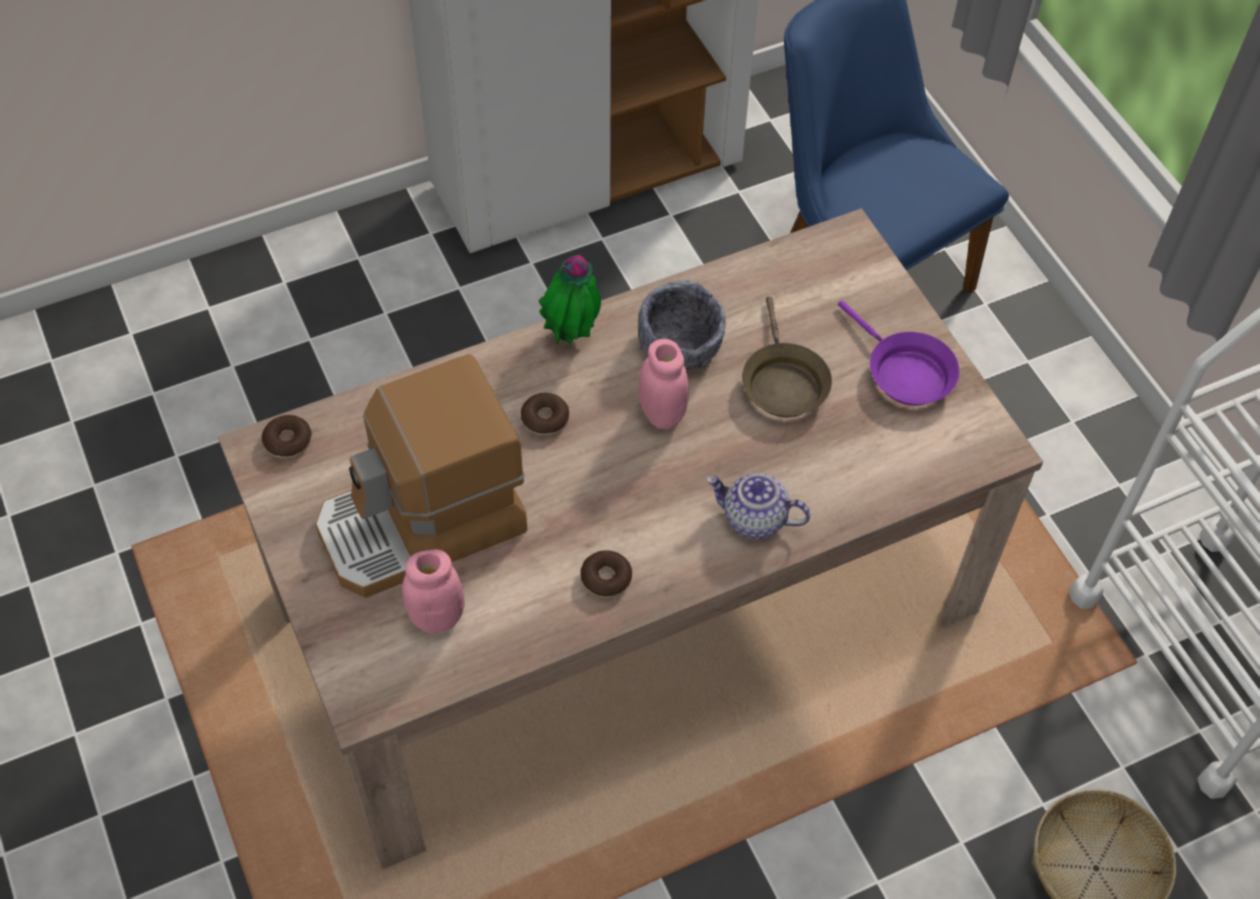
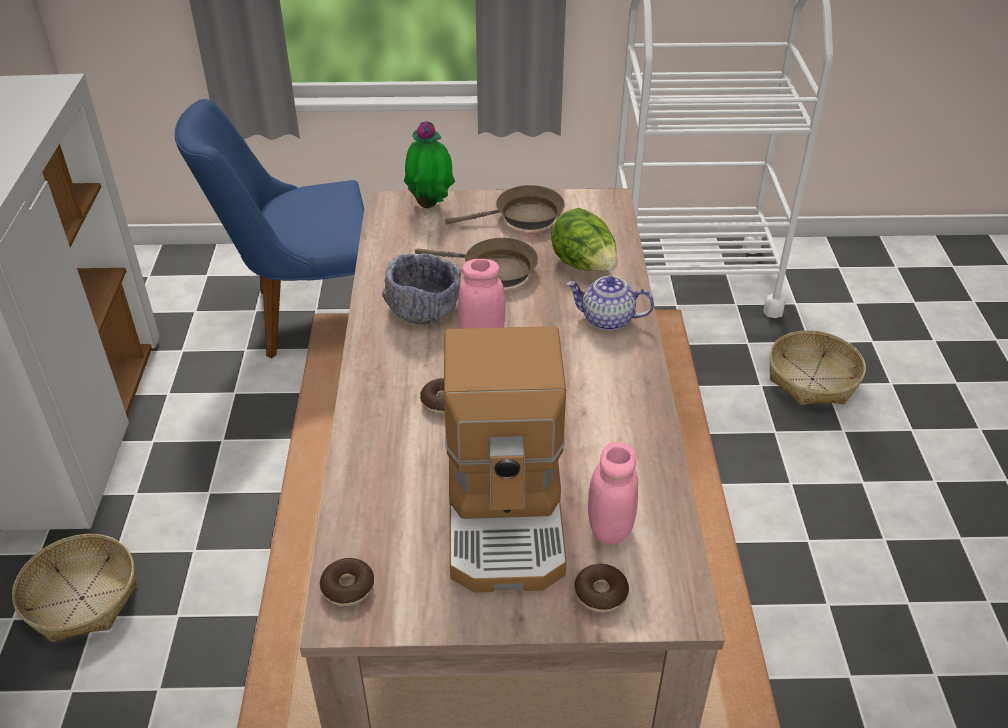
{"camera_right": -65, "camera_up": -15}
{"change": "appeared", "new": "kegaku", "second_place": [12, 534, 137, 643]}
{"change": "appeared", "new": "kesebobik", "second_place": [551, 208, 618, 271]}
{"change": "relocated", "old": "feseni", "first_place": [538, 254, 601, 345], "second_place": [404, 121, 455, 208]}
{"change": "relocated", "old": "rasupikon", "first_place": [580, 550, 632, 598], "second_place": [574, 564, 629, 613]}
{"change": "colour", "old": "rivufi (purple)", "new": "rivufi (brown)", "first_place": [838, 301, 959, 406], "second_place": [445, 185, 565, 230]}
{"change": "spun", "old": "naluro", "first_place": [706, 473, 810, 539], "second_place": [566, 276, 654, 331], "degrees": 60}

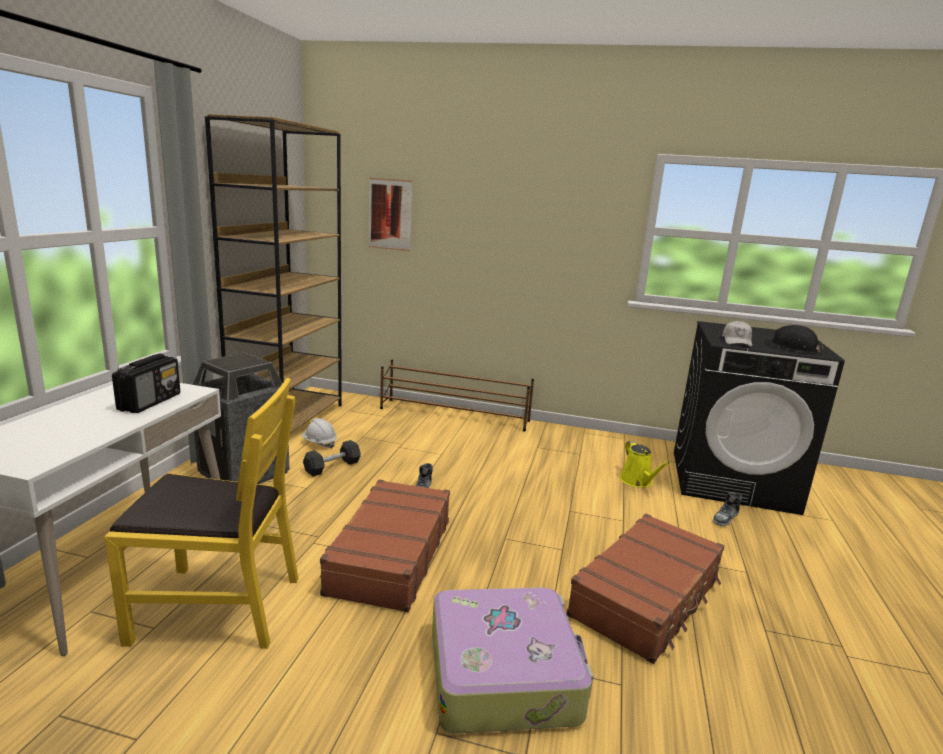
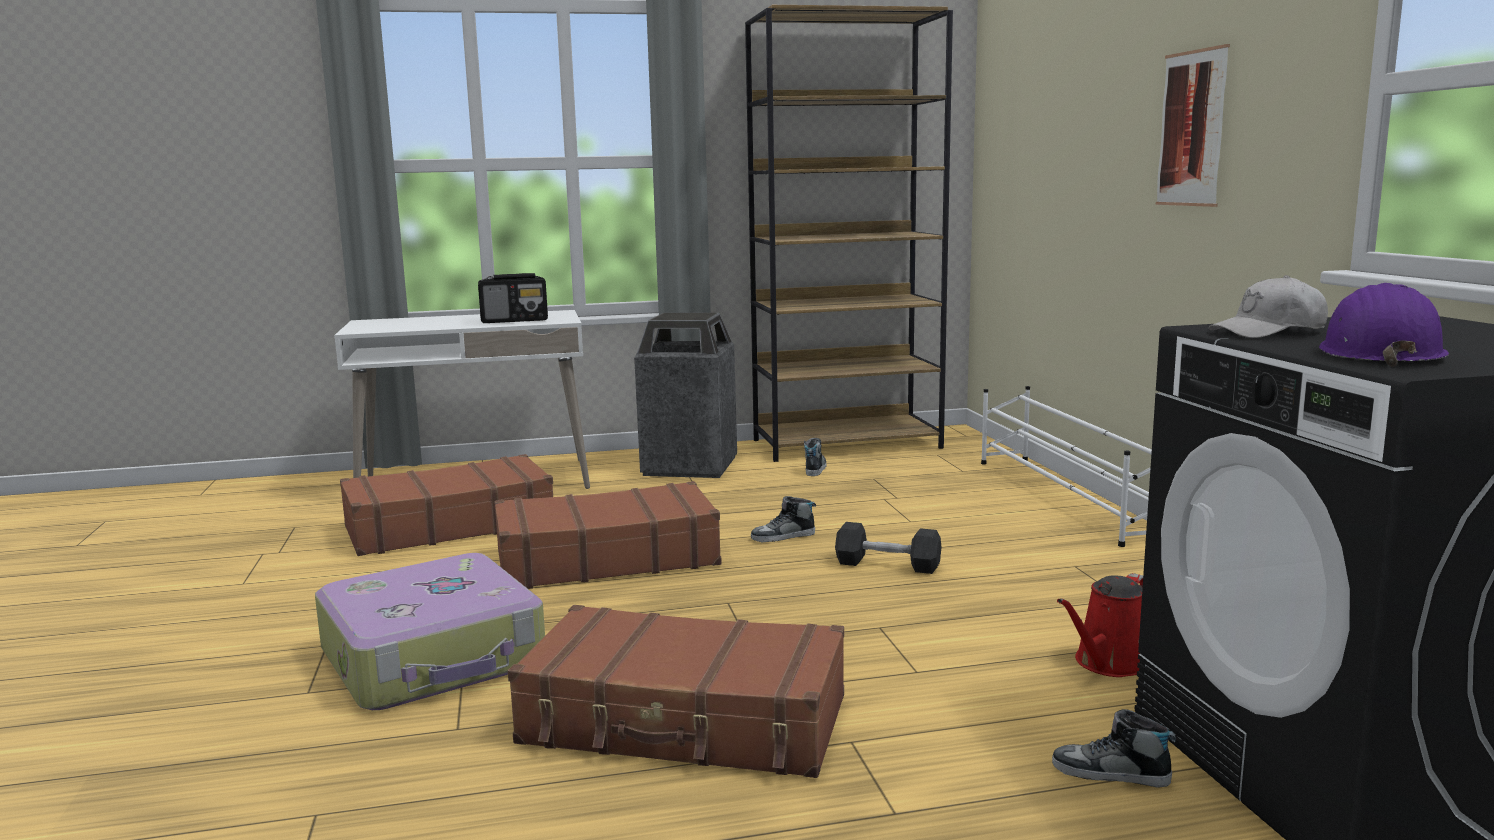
{"camera_right": 65, "camera_up": -5}
{"change": "relocated", "old": "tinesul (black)", "first_place": [303, 440, 361, 476], "second_place": [835, 522, 941, 574]}
{"change": "relocated", "old": "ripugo", "first_place": [369, 178, 412, 251], "second_place": [1156, 44, 1230, 207]}
{"change": "exchanged", "old": "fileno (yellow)", "new": "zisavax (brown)", "first_place": [105, 378, 298, 649], "second_place": [340, 454, 553, 556]}
{"change": "exchanged", "old": "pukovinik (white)", "new": "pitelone", "first_place": [301, 418, 337, 449], "second_place": [804, 438, 826, 476]}
{"change": "colour", "old": "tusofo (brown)", "new": "tusofo (white)", "first_place": [380, 360, 534, 431], "second_place": [981, 386, 1152, 547]}
{"change": "colour", "old": "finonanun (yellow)", "new": "finonanun (red)", "first_place": [620, 441, 670, 487], "second_place": [1057, 573, 1143, 677]}
{"change": "colour", "old": "pukovinik (black)", "new": "pukovinik (purple)", "first_place": [763, 325, 824, 354], "second_place": [1319, 283, 1449, 367]}

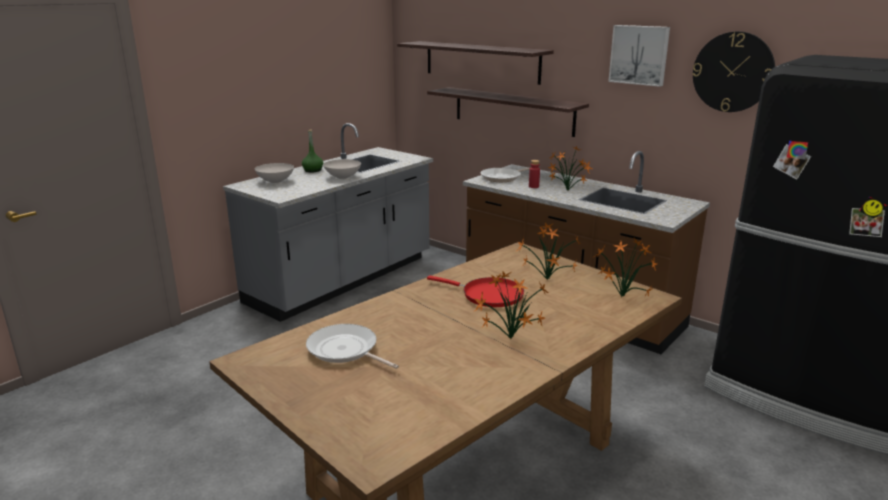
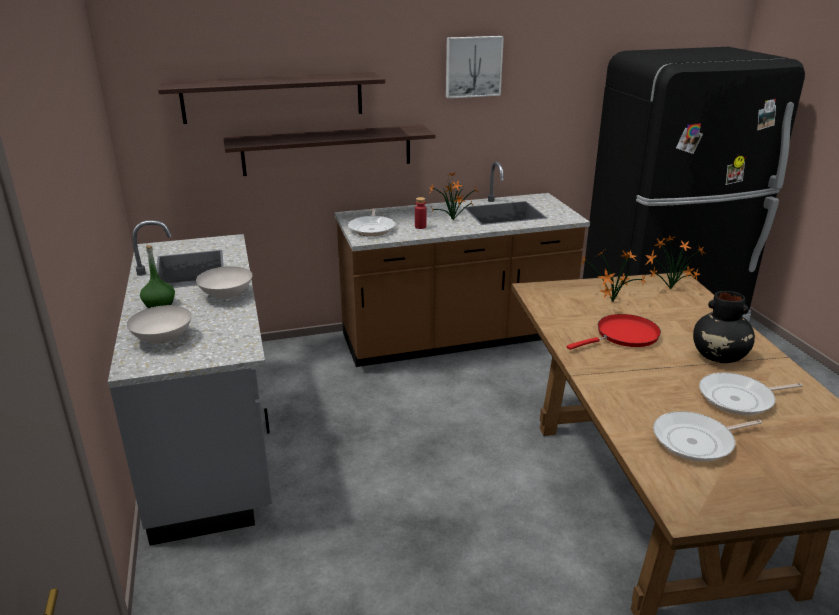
{"camera_right": -55, "camera_up": 5}
{"change": "missing", "old": "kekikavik", "first_place": [692, 31, 775, 112]}
{"change": "appeared", "new": "rivufi", "second_place": [699, 373, 803, 415]}
{"change": "exchanged", "old": "feseni", "new": "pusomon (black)", "first_place": [474, 272, 549, 339], "second_place": [693, 291, 755, 363]}

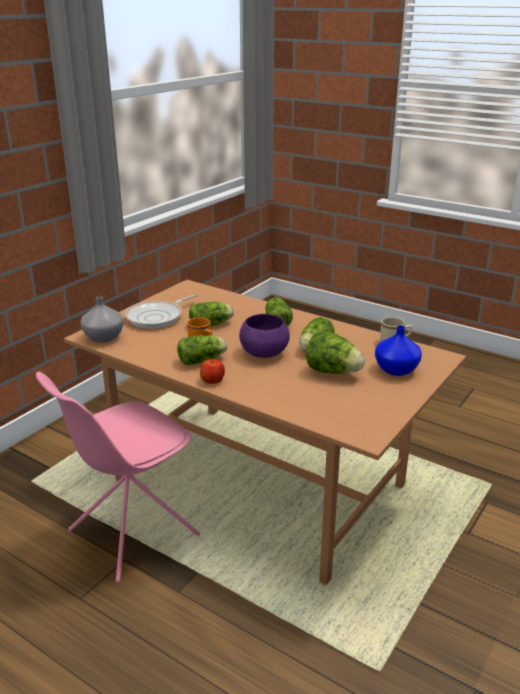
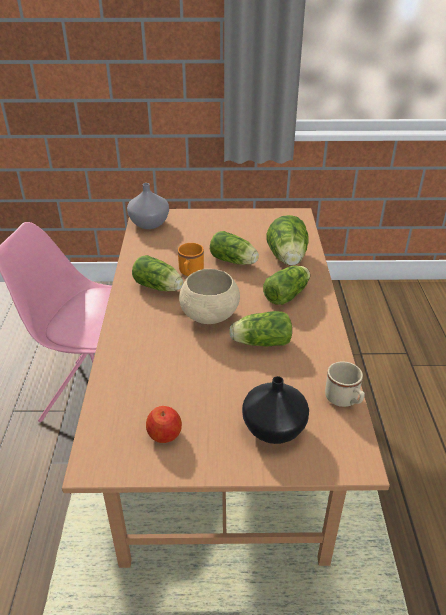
{"camera_right": 55, "camera_up": 10}
{"change": "missing", "old": "rivufi", "first_place": [125, 294, 198, 329]}
{"change": "relocated", "old": "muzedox", "first_place": [200, 358, 225, 384], "second_place": [146, 406, 182, 443]}
{"change": "relocated", "old": "kesebobik", "first_place": [306, 330, 365, 374], "second_place": [266, 215, 309, 266]}
{"change": "colour", "old": "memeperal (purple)", "new": "memeperal (beige)", "first_place": [239, 314, 290, 358], "second_place": [179, 269, 240, 324]}
{"change": "colour", "old": "pusomon (blue)", "new": "pusomon (black)", "first_place": [375, 326, 422, 376], "second_place": [242, 376, 309, 444]}

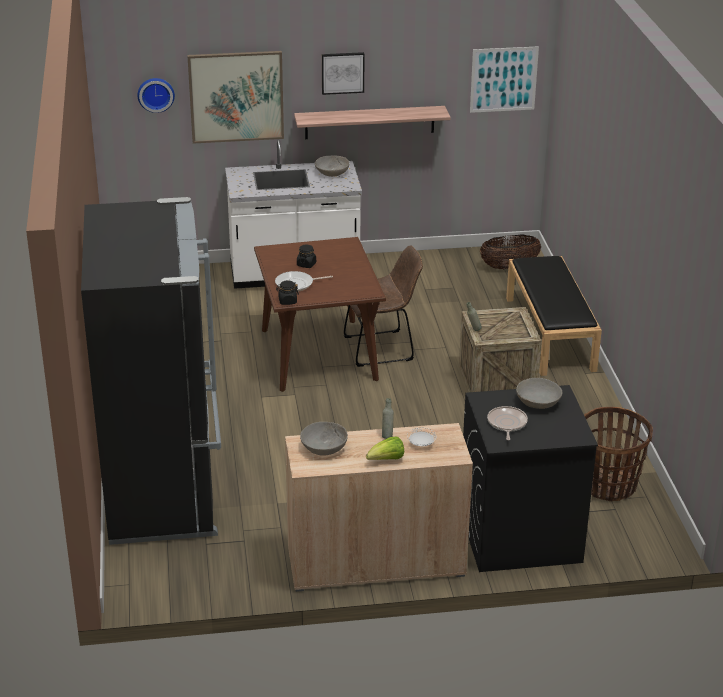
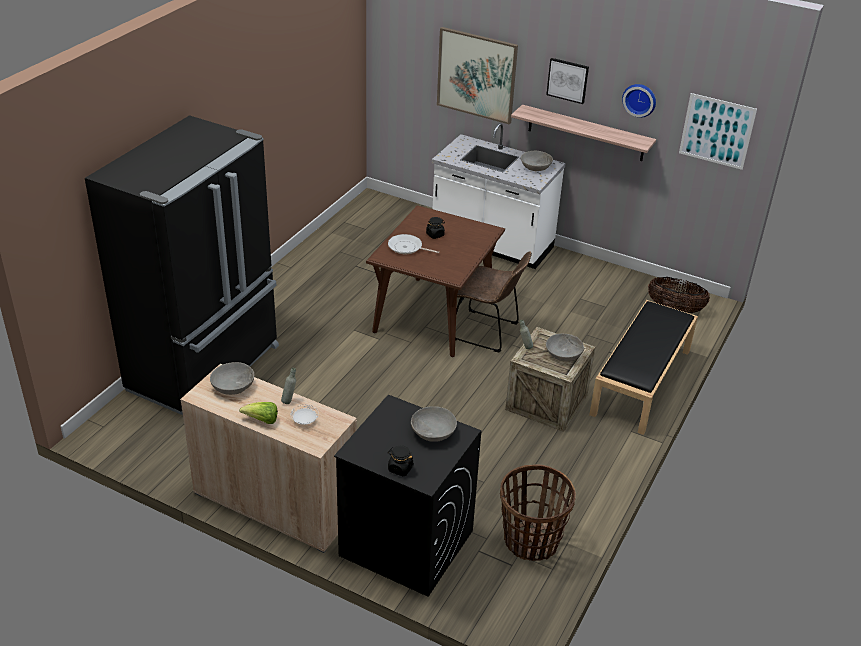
{"camera_right": 35, "camera_up": 5}
{"change": "missing", "old": "rivufi", "first_place": [487, 406, 528, 440]}
{"change": "appeared", "new": "memeperal (grey)", "second_place": [546, 334, 584, 362]}
{"change": "relocated", "old": "kekikavik", "first_place": [137, 78, 175, 113], "second_place": [622, 84, 656, 118]}
{"change": "relocated", "old": "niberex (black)", "first_place": [276, 280, 299, 305], "second_place": [388, 445, 414, 476]}

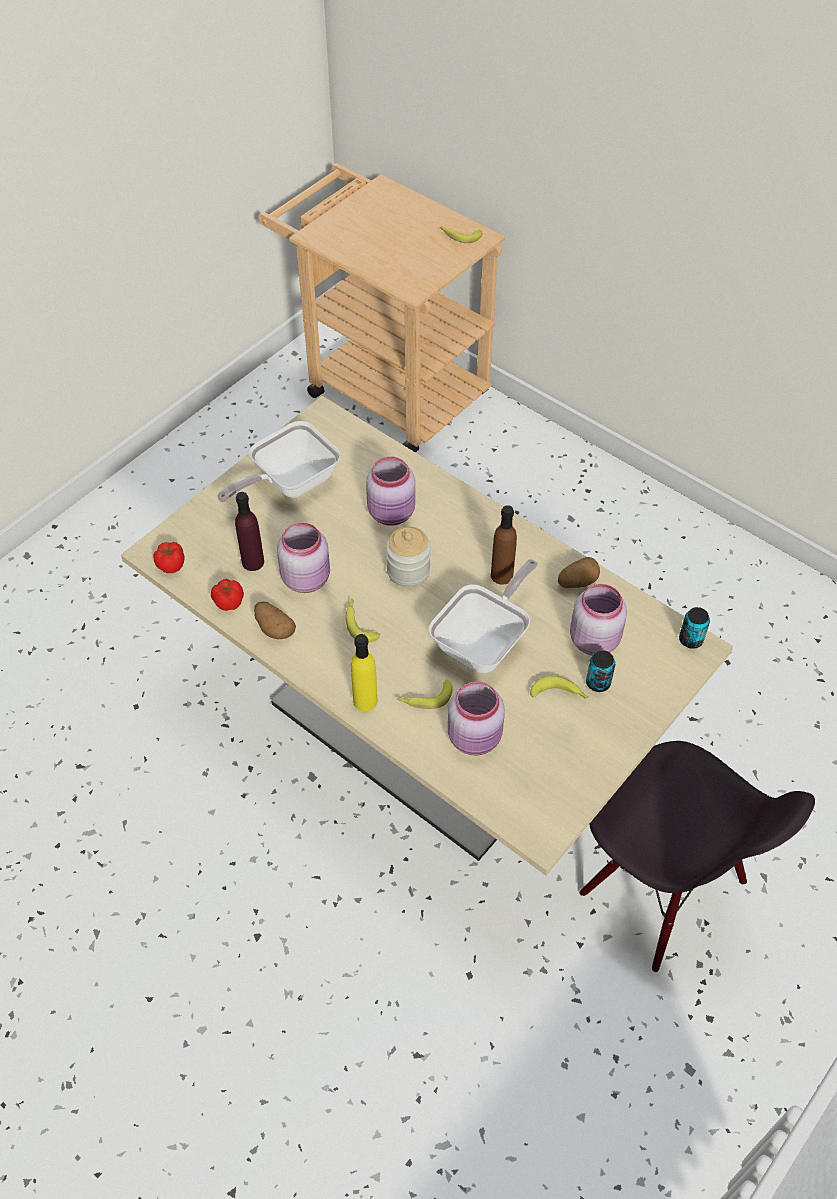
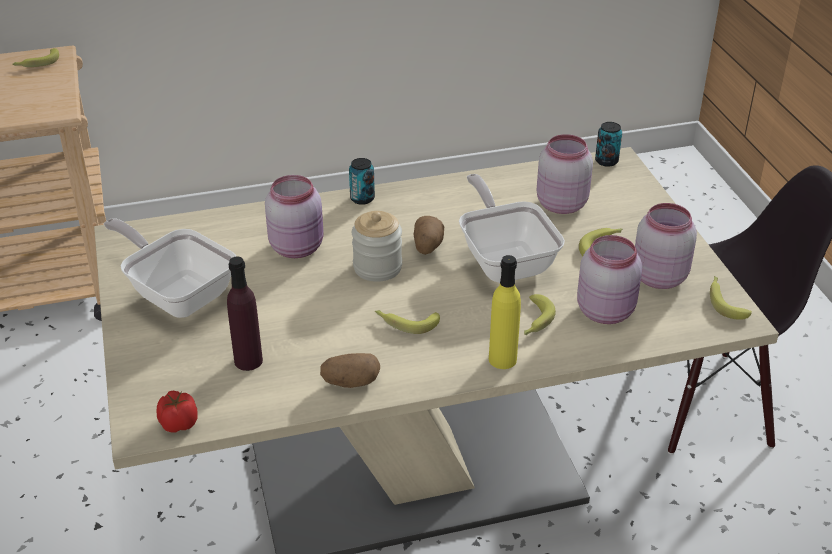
{"camera_right": -55, "camera_up": -15}
{"change": "missing", "old": "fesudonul", "first_place": [211, 579, 244, 611]}
{"change": "missing", "old": "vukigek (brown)", "first_place": [491, 505, 517, 585]}
{"change": "appeared", "new": "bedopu", "second_place": [710, 276, 752, 320]}
{"change": "relocated", "old": "niberex (pink)", "first_place": [277, 522, 330, 593], "second_place": [635, 203, 697, 289]}
{"change": "relocated", "old": "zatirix", "first_place": [558, 557, 600, 588], "second_place": [413, 216, 444, 255]}
{"change": "relocated", "old": "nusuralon", "first_place": [586, 650, 615, 692], "second_place": [349, 158, 375, 205]}
{"change": "spun", "old": "rivufi", "first_place": [217, 421, 341, 503], "second_place": [104, 218, 236, 318], "degrees": 135}

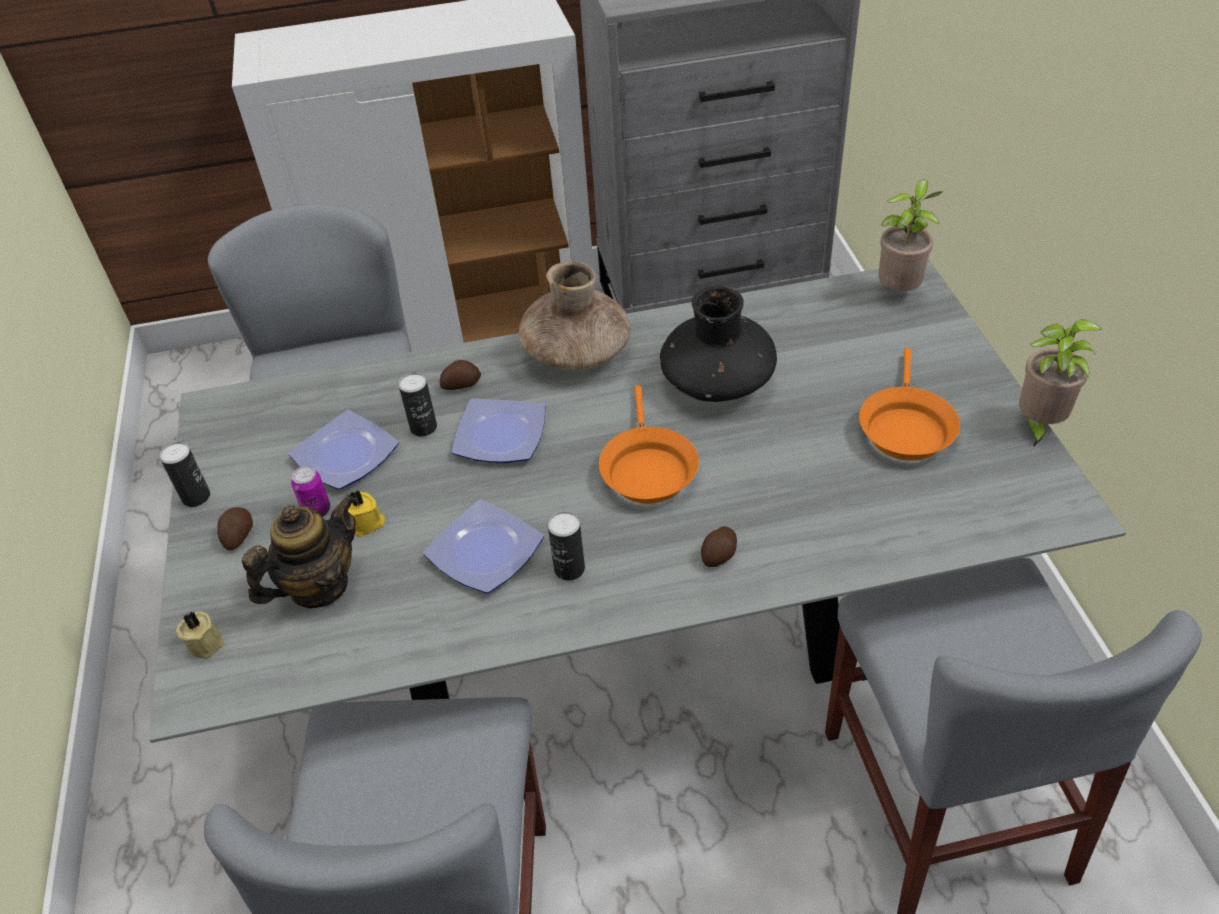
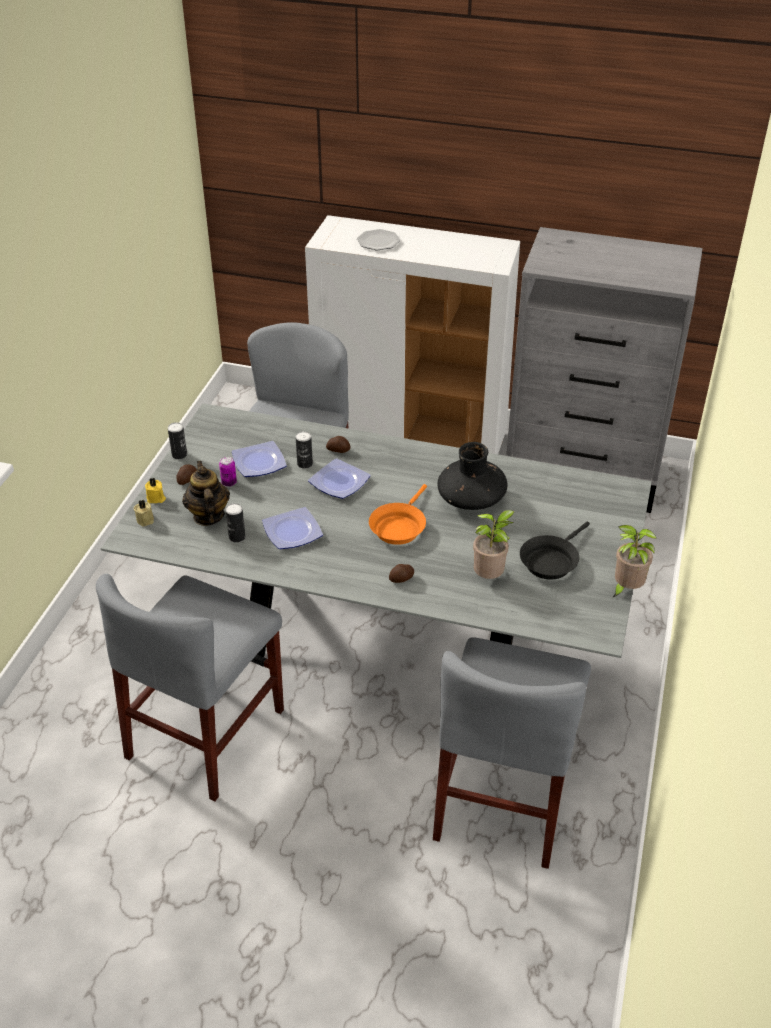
{"camera_right": 25, "camera_up": -5}
{"change": "missing", "old": "pusomon (brown)", "first_place": [518, 261, 631, 371]}
{"change": "appeared", "new": "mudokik", "second_place": [357, 229, 400, 250]}
{"change": "relocated", "old": "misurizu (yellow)", "first_place": [348, 490, 385, 537], "second_place": [145, 477, 166, 503]}
{"change": "relocated", "old": "nusuralon", "first_place": [548, 512, 585, 581], "second_place": [226, 503, 246, 543]}
{"change": "relocated", "old": "feseni", "first_place": [878, 179, 942, 291], "second_place": [473, 510, 514, 579]}
{"change": "colour", "old": "rivufi (orange)", "new": "rivufi (black)", "first_place": [859, 348, 960, 461], "second_place": [520, 521, 590, 580]}
{"change": "spun", "old": "naluro", "first_place": [242, 494, 356, 608], "second_place": [182, 461, 230, 526], "degrees": -90}

